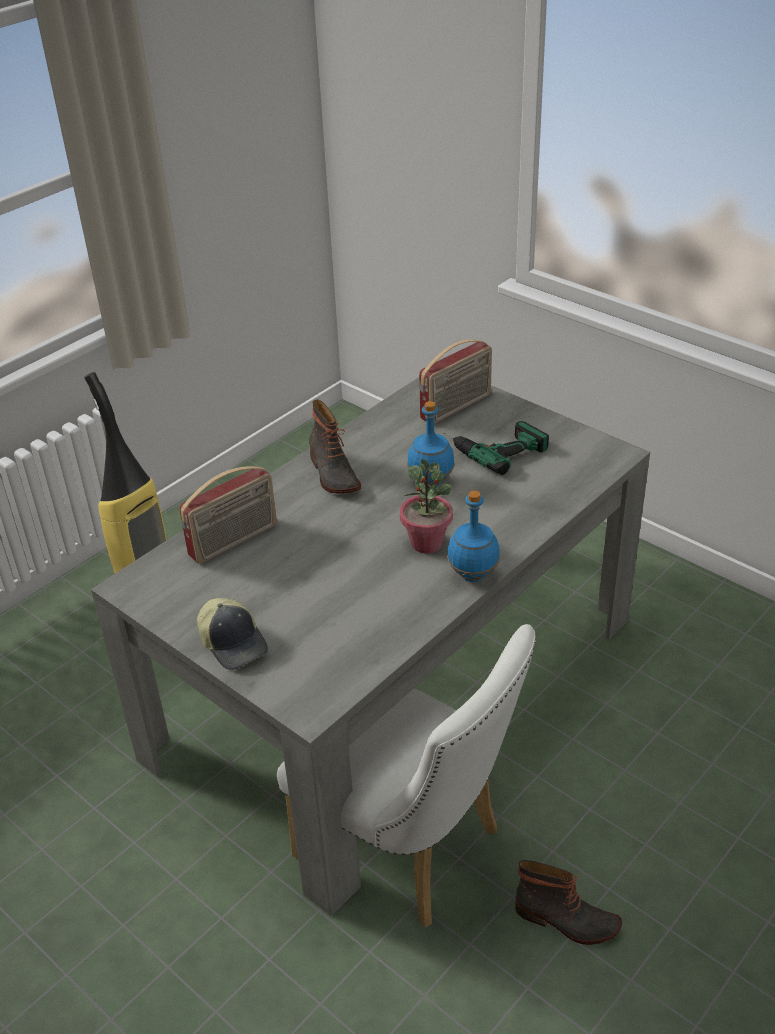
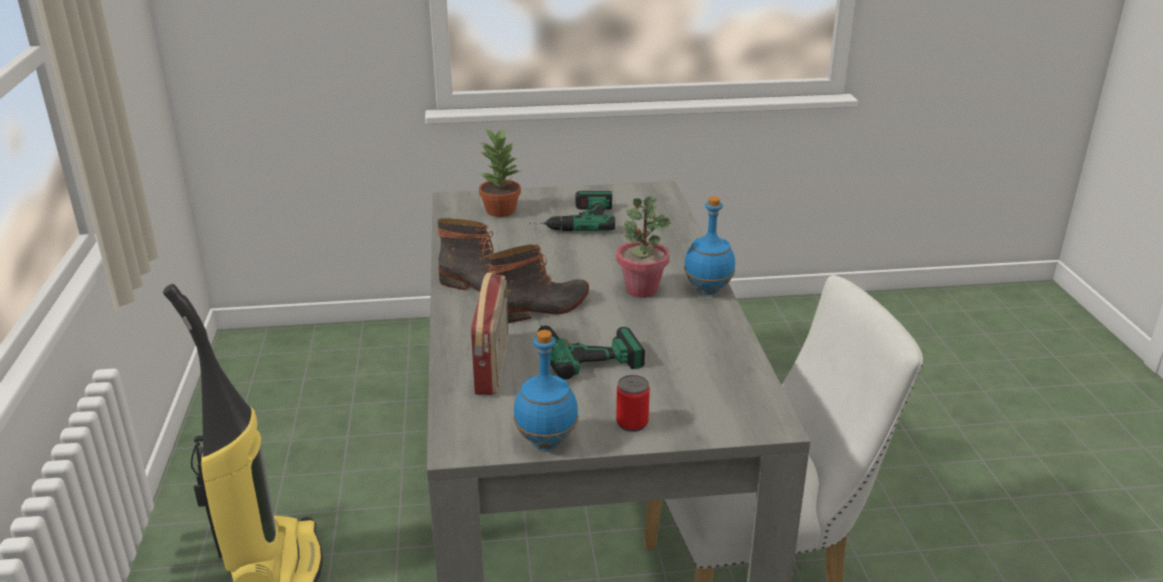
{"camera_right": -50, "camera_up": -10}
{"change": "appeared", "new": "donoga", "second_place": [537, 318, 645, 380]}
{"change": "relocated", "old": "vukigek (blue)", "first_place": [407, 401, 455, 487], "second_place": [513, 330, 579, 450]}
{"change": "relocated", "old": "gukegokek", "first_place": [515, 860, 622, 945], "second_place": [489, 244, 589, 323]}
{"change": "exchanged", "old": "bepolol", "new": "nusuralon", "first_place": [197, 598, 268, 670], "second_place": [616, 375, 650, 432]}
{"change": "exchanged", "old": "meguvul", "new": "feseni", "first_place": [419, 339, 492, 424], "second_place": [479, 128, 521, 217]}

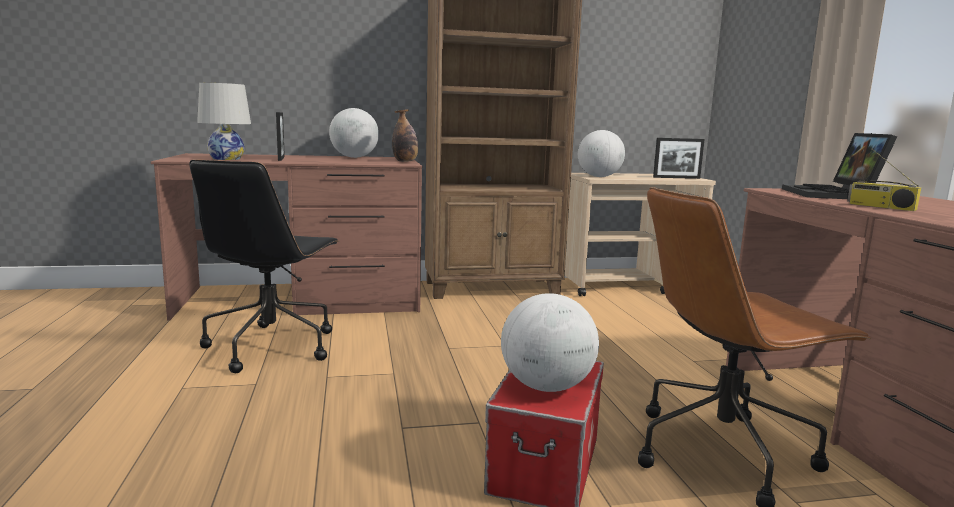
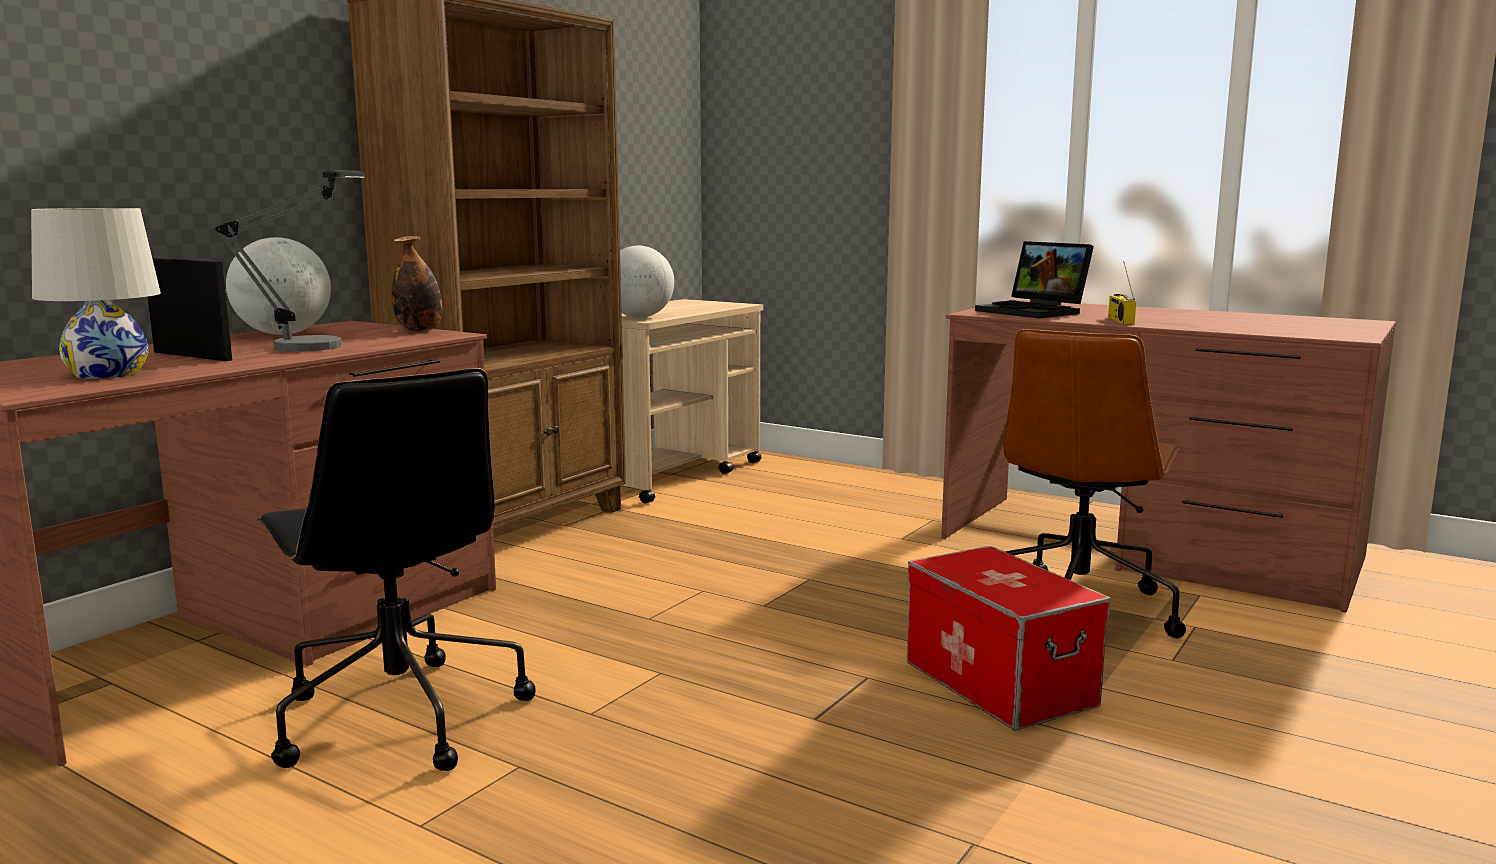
{"camera_right": -45, "camera_up": 0}
{"change": "missing", "old": "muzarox", "first_place": [501, 293, 599, 392]}
{"change": "missing", "old": "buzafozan", "first_place": [653, 138, 705, 179]}
{"change": "appeared", "new": "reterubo", "second_place": [215, 170, 365, 352]}
{"change": "spun", "old": "meguvul", "first_place": [847, 149, 921, 211], "second_place": [1108, 261, 1136, 324], "degrees": 90}

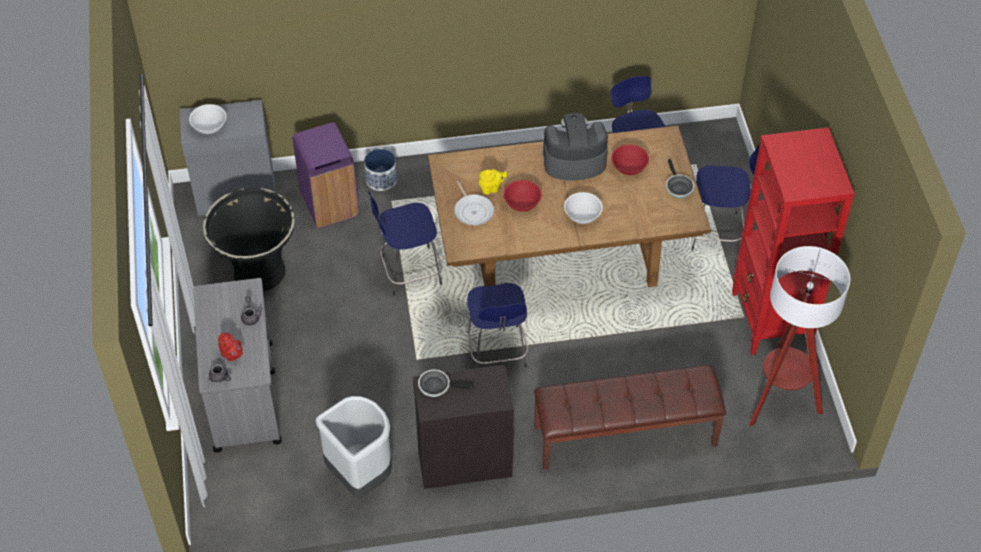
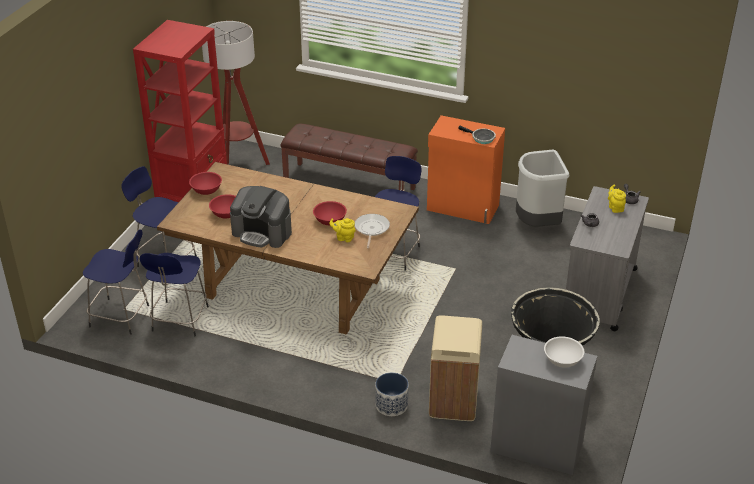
{"camera_right": -150, "camera_up": -15}
{"change": "missing", "old": "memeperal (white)", "first_place": [564, 192, 603, 224]}
{"change": "relocated", "old": "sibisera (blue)", "first_place": [368, 191, 442, 296], "second_place": [83, 229, 149, 335]}
{"change": "exchanged", "old": "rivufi", "new": "memeperal (red)", "first_place": [666, 159, 694, 198], "second_place": [189, 172, 222, 195]}
{"change": "colour", "old": "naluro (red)", "new": "naluro (yellow)", "first_place": [218, 333, 243, 362], "second_place": [608, 185, 626, 213]}
{"change": "colour", "old": "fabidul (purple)", "new": "fabidul (beige)", "first_place": [293, 122, 359, 228], "second_place": [429, 315, 482, 421]}
{"change": "colour", "old": "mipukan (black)", "new": "mipukan (orange)", "first_place": [413, 365, 514, 489], "second_place": [427, 115, 505, 224]}

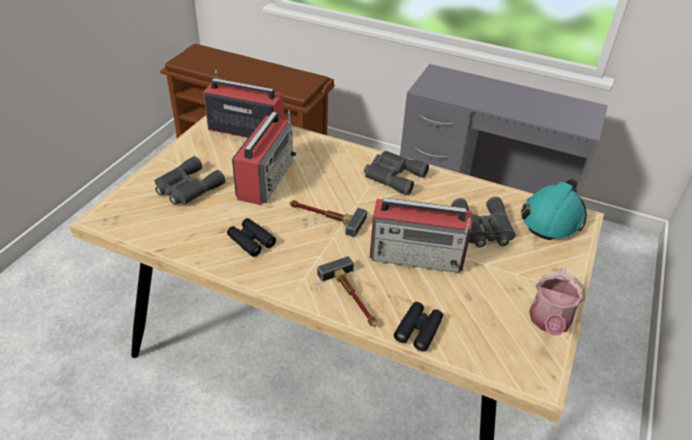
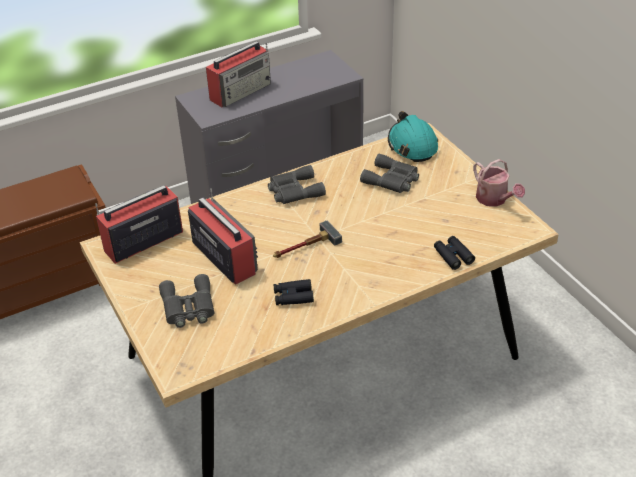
{"camera_right": -50, "camera_up": 0}
{"change": "missing", "old": "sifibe", "first_place": [317, 256, 377, 327]}
{"change": "relocated", "old": "meguvul", "first_place": [369, 198, 472, 273], "second_place": [206, 41, 271, 107]}

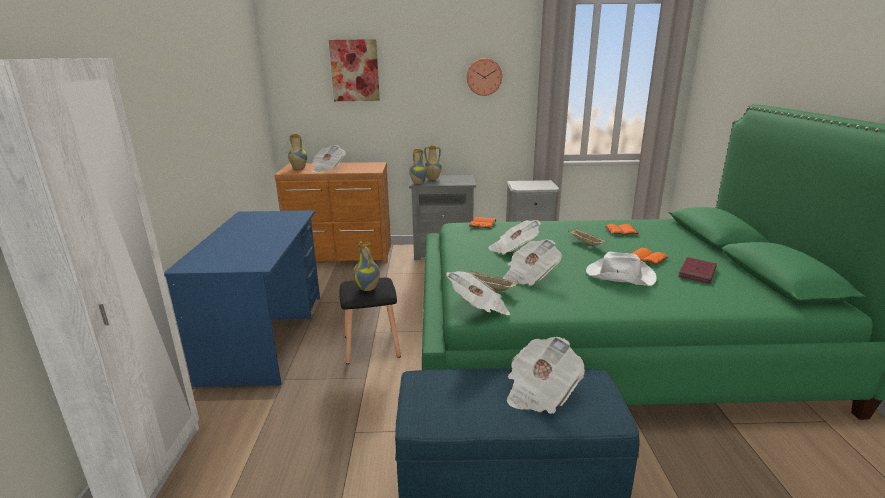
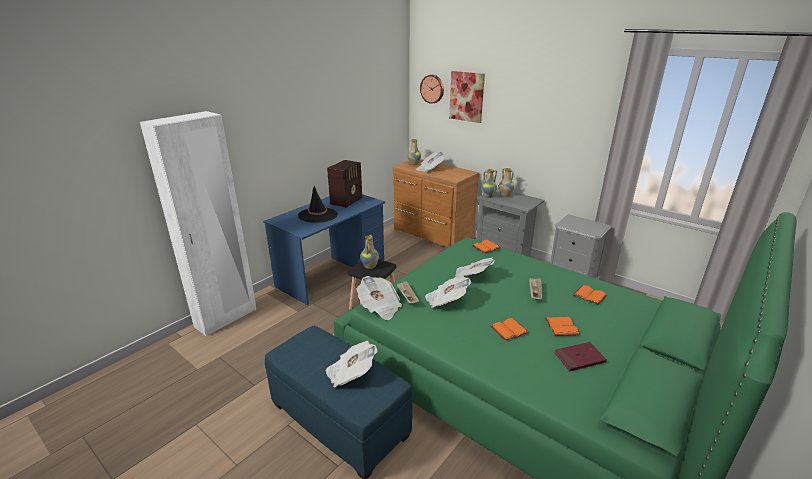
{"camera_right": 40, "camera_up": 5}
{"change": "appeared", "new": "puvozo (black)", "second_place": [298, 185, 338, 223]}
{"change": "appeared", "new": "meguvul", "second_place": [327, 160, 362, 208]}
{"change": "relocated", "old": "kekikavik", "first_place": [467, 58, 502, 96], "second_place": [420, 75, 444, 104]}
{"change": "exchanged", "old": "puvozo (white)", "new": "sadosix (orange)", "first_place": [586, 252, 657, 286], "second_place": [490, 318, 529, 341]}

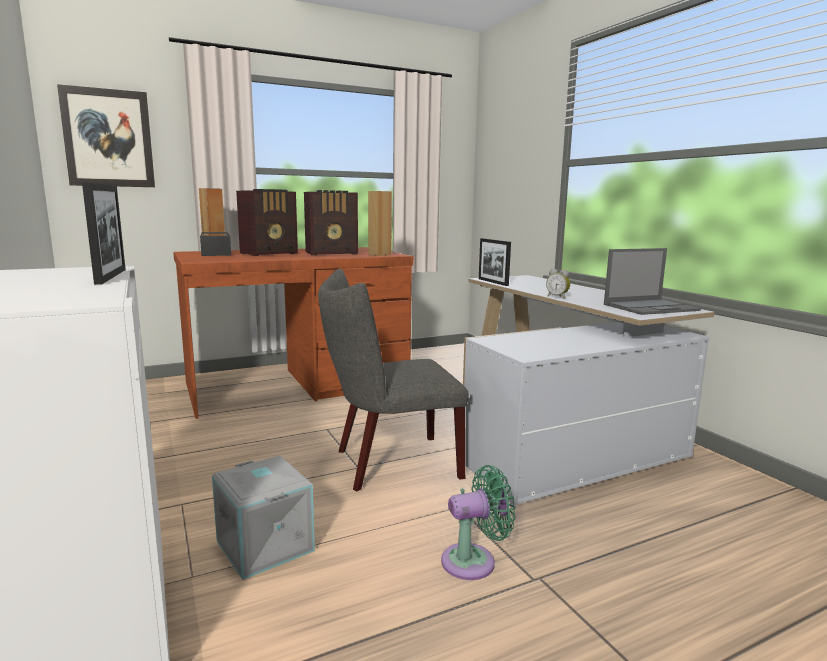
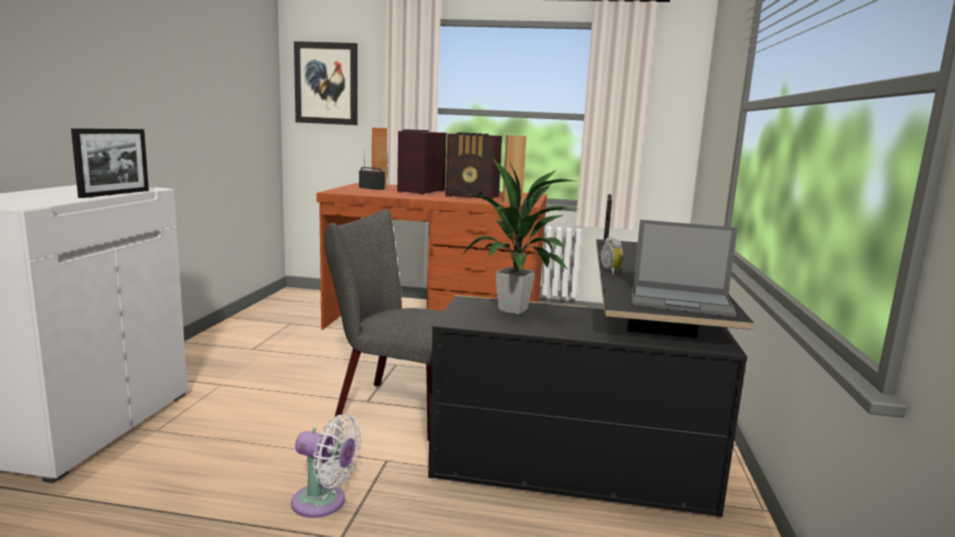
{"camera_right": 35, "camera_up": 0}
{"change": "missing", "old": "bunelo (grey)", "first_place": [212, 455, 315, 580]}
{"change": "appeared", "new": "feseni", "second_place": [461, 157, 579, 314]}
{"change": "colour", "old": "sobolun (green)", "new": "sobolun (white)", "first_place": [441, 465, 515, 580], "second_place": [291, 414, 362, 518]}
{"change": "colour", "old": "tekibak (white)", "new": "tekibak (black)", "first_place": [463, 275, 714, 505], "second_place": [428, 239, 754, 517]}
{"change": "spun", "old": "meguvul", "first_place": [236, 189, 298, 256], "second_place": [397, 129, 447, 195], "degrees": 120}

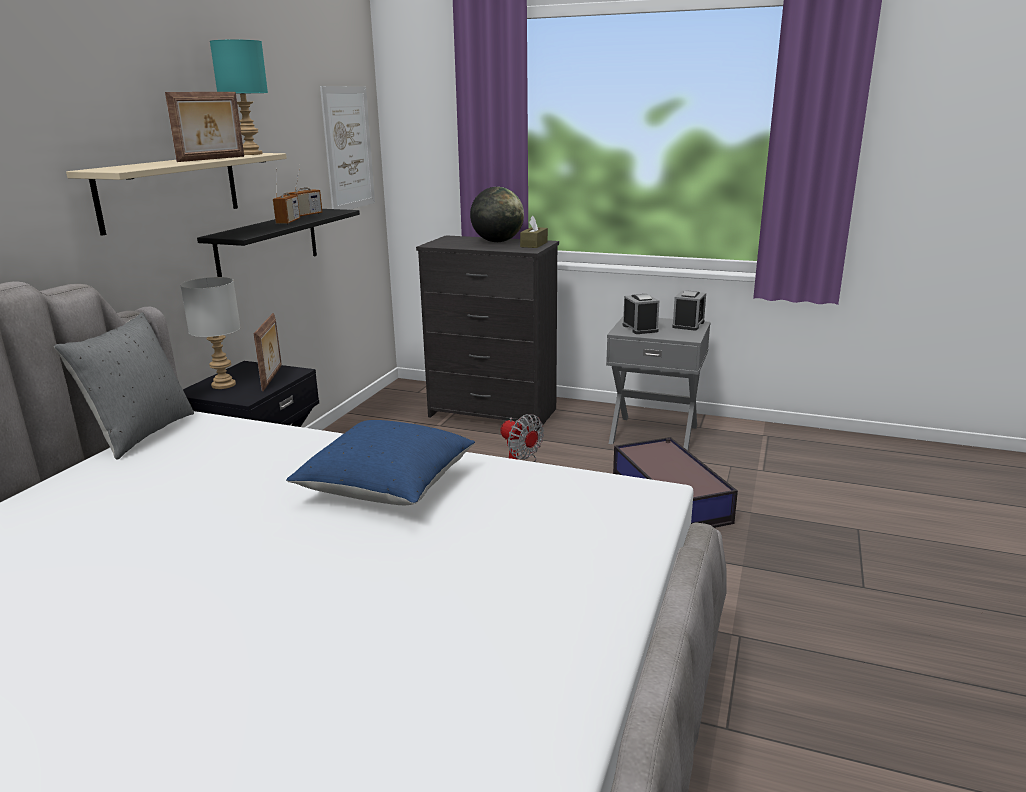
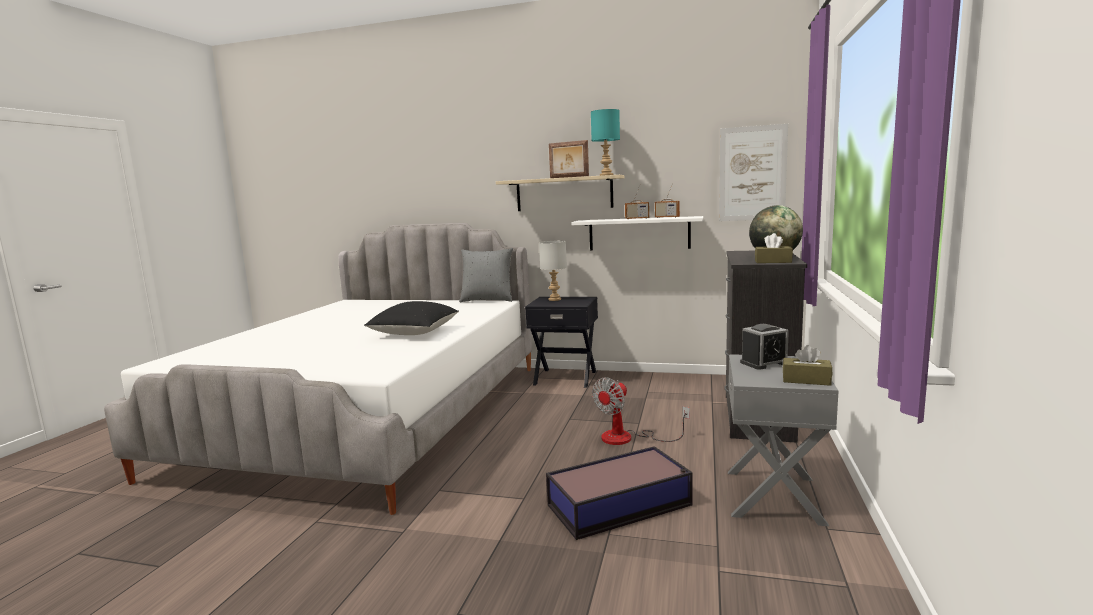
{"camera_right": 85, "camera_up": -10}
{"change": "missing", "old": "buzafozan", "first_place": [254, 313, 281, 391]}
{"change": "exchanged", "old": "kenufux", "new": "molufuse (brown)", "first_place": [672, 290, 706, 331], "second_place": [783, 345, 832, 386]}
{"change": "colour", "old": "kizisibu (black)", "new": "kizisibu (white)", "first_place": [197, 209, 360, 277], "second_place": [571, 216, 703, 251]}
{"change": "colour", "old": "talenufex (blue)", "new": "talenufex (black)", "first_place": [286, 420, 475, 505], "second_place": [364, 301, 459, 335]}

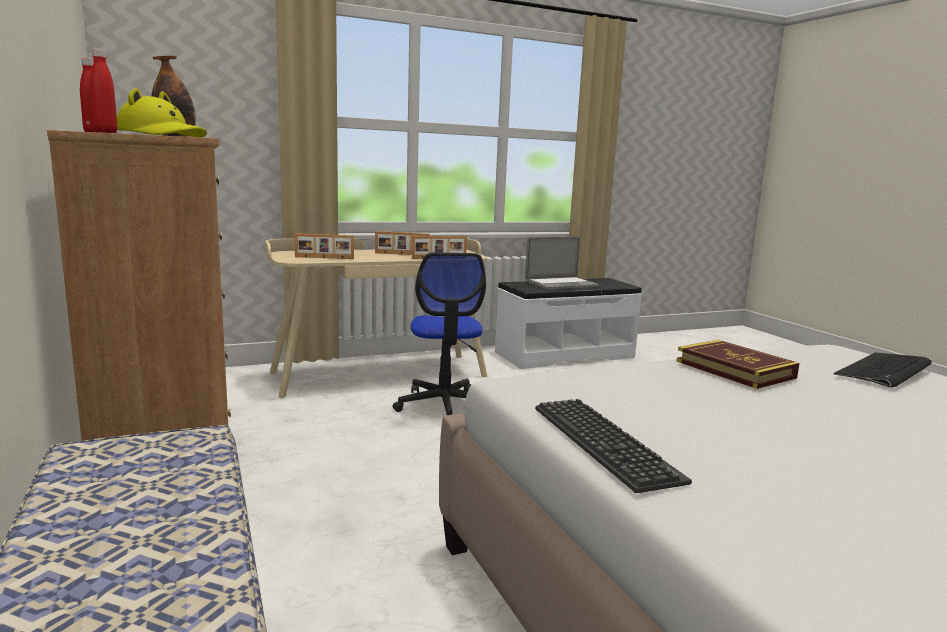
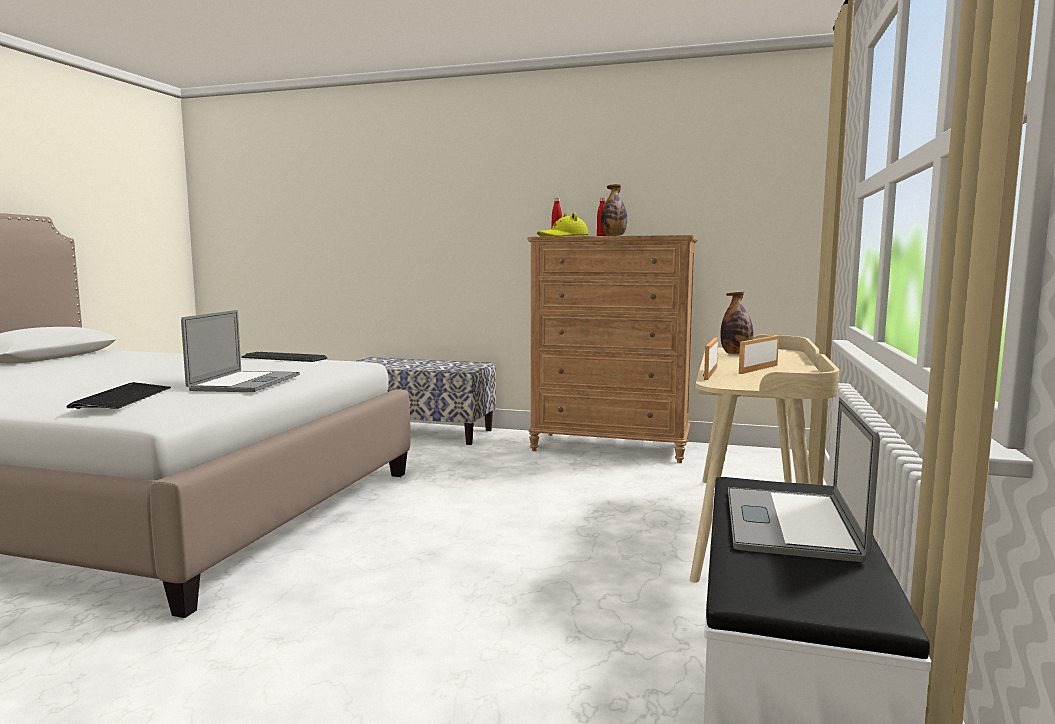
{"camera_right": 130, "camera_up": -5}
{"change": "missing", "old": "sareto", "first_place": [393, 252, 486, 415]}
{"change": "exchanged", "old": "buzafozan", "new": "vukigek", "first_place": [294, 233, 354, 259], "second_place": [720, 292, 754, 354]}
{"change": "exchanged", "old": "sadosix", "new": "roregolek", "first_place": [677, 340, 800, 389], "second_place": [181, 310, 300, 392]}

